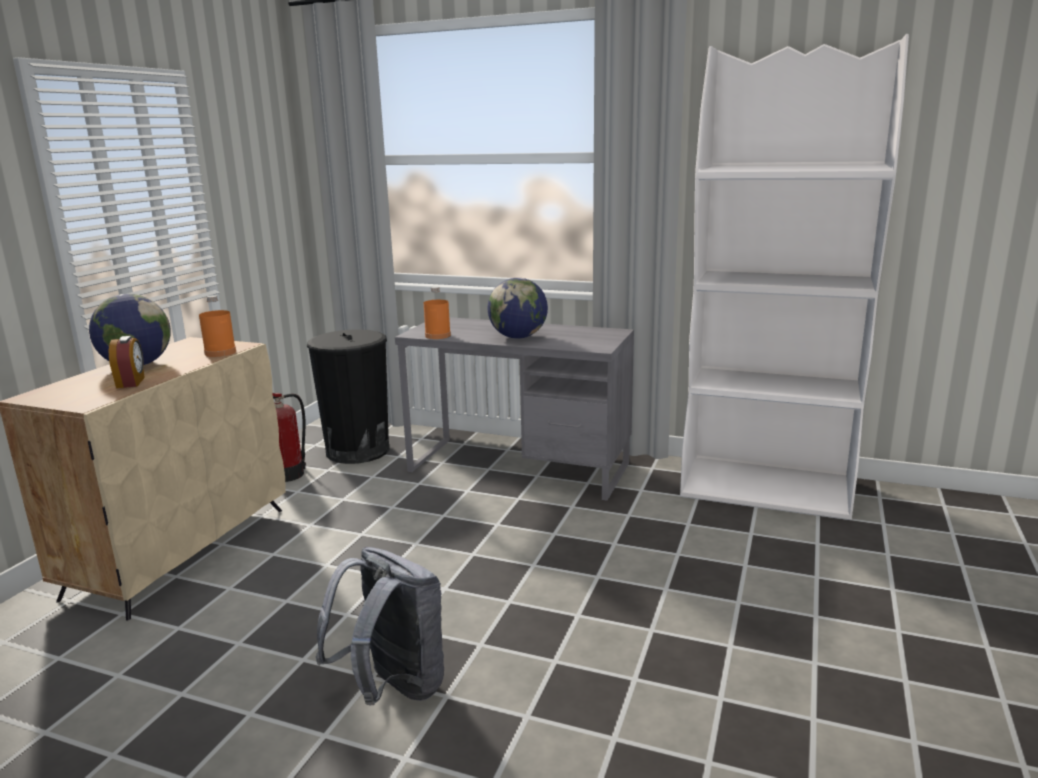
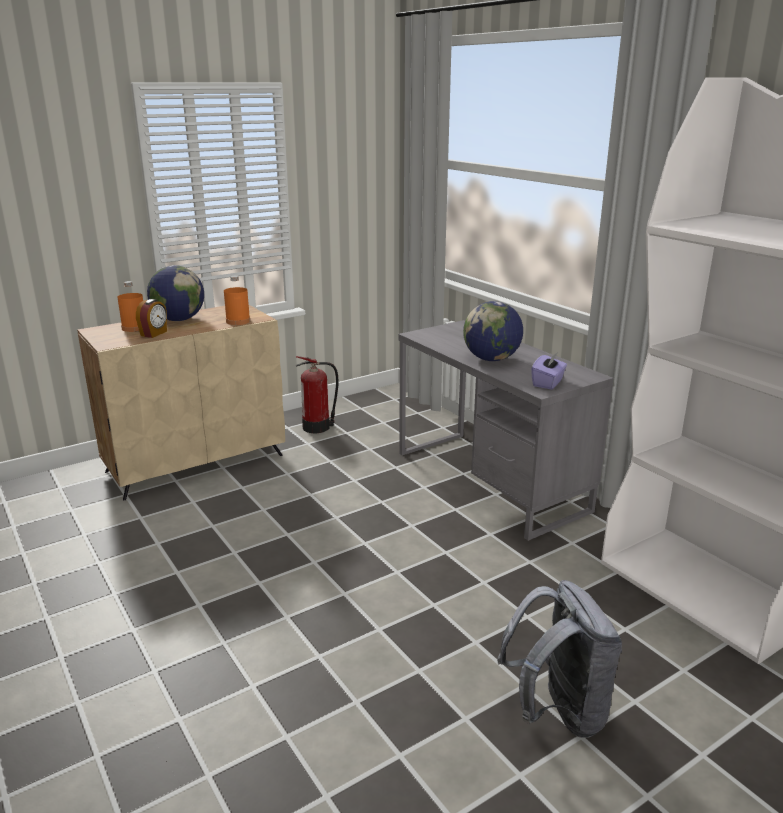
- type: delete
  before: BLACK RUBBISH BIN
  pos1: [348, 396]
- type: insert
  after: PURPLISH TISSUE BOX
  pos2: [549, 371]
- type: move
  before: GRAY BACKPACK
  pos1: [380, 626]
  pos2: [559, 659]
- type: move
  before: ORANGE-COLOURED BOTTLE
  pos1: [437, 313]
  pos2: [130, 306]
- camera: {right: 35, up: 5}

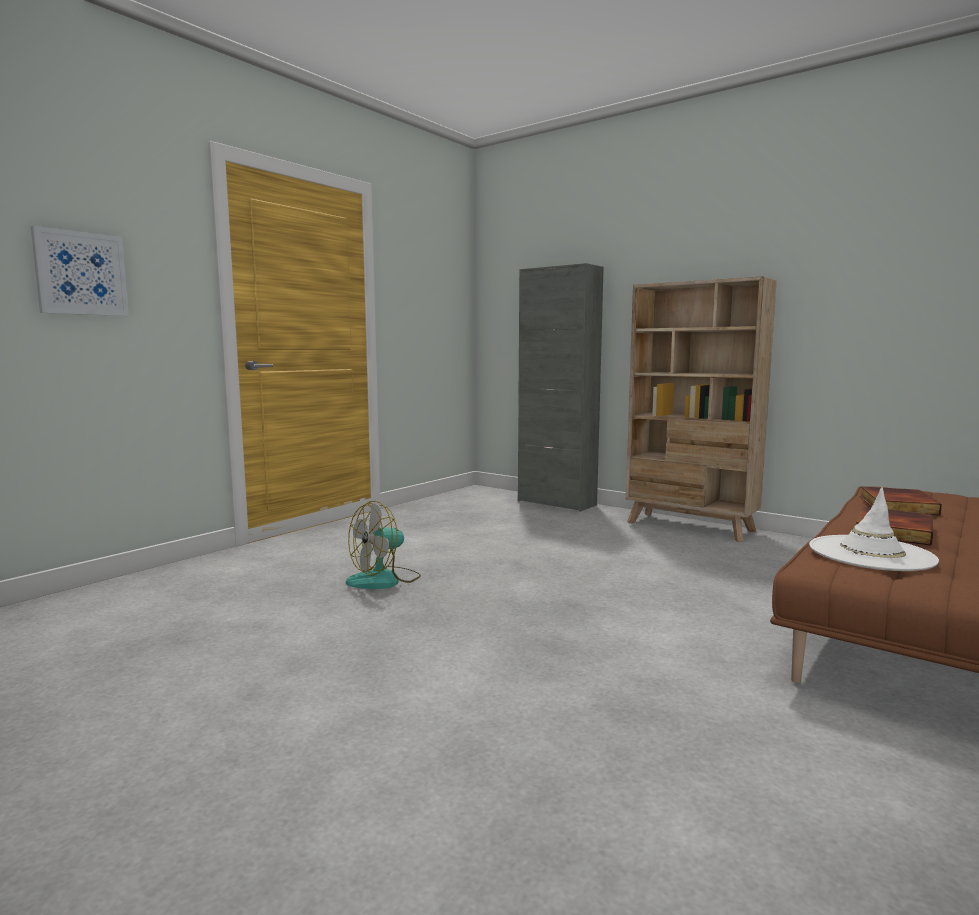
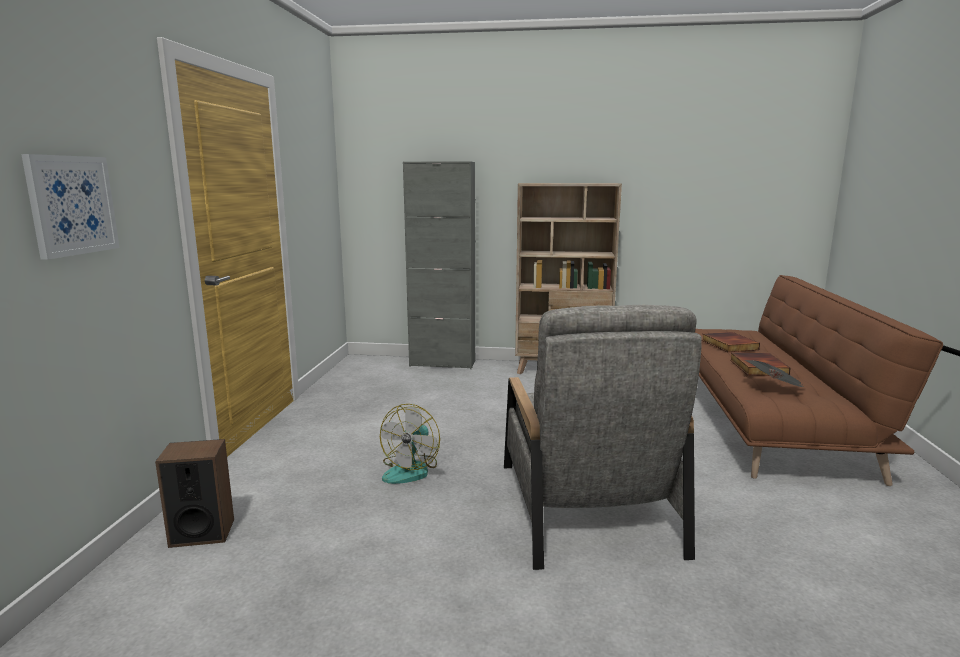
- type: insert
  after: LOUDSPEAKER
  pos2: [194, 493]
- type: insert
  after: GRAY ARMCHAIR
  pos2: [603, 437]
- type: replace
  before: WHITE-COLOURED HAT
  after: NEWSPAPER
  pos1: [874, 529]
  pos2: [774, 373]
- camera: {right: -30, up: 5}

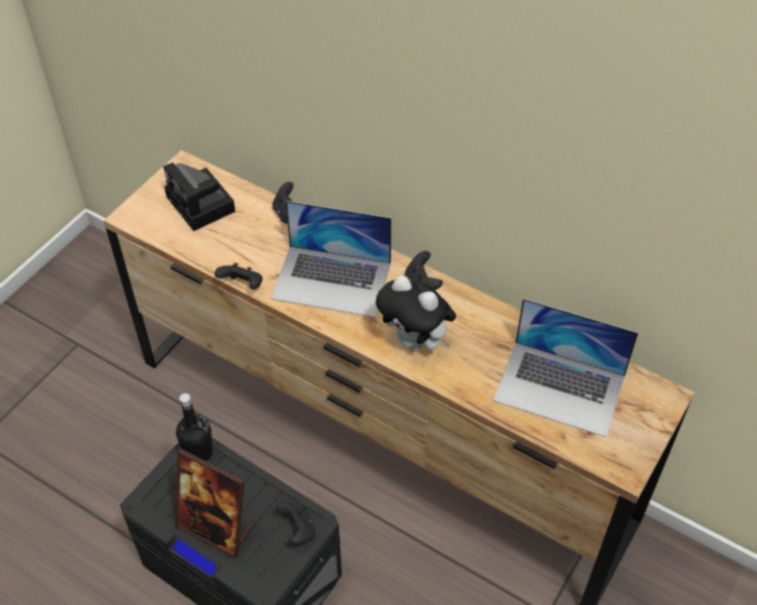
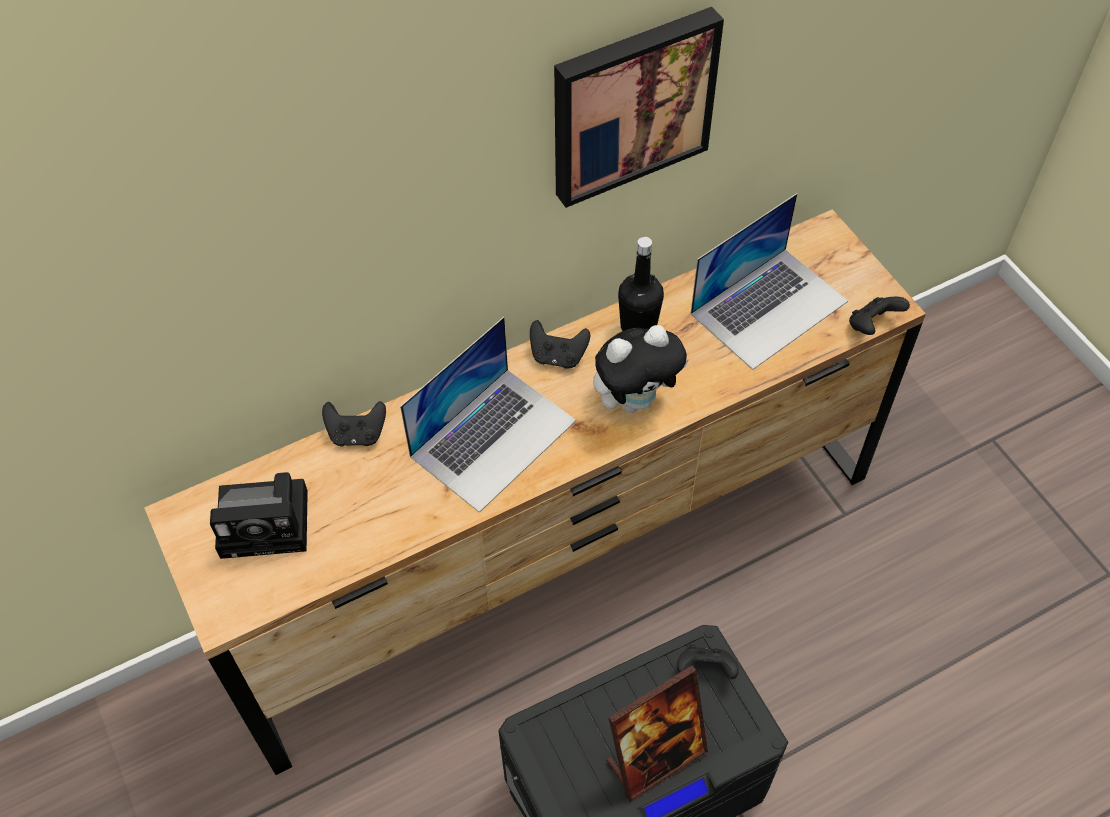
- type: insert
  after: PICTURE
  pos2: [639, 107]
- type: move
  before: BLACK BOTTLE
  pos1: [194, 427]
  pos2: [641, 284]
- type: move
  before: BLACK GAMEPAD
  pos1: [239, 276]
  pos2: [879, 316]
- camera: {right: -60, up: 5}

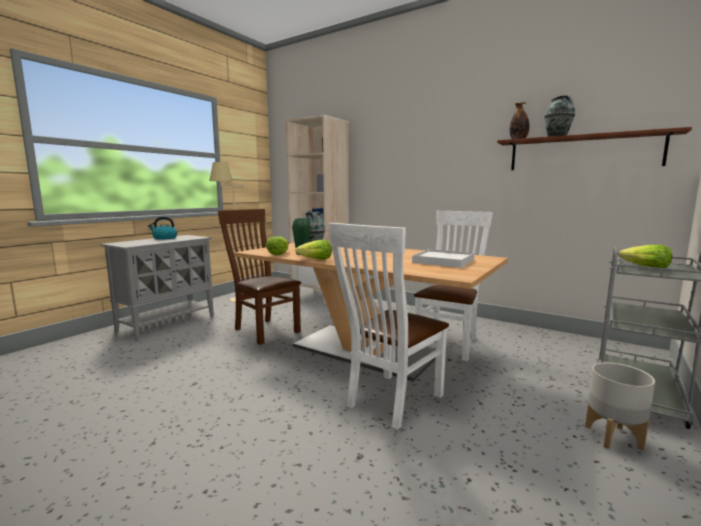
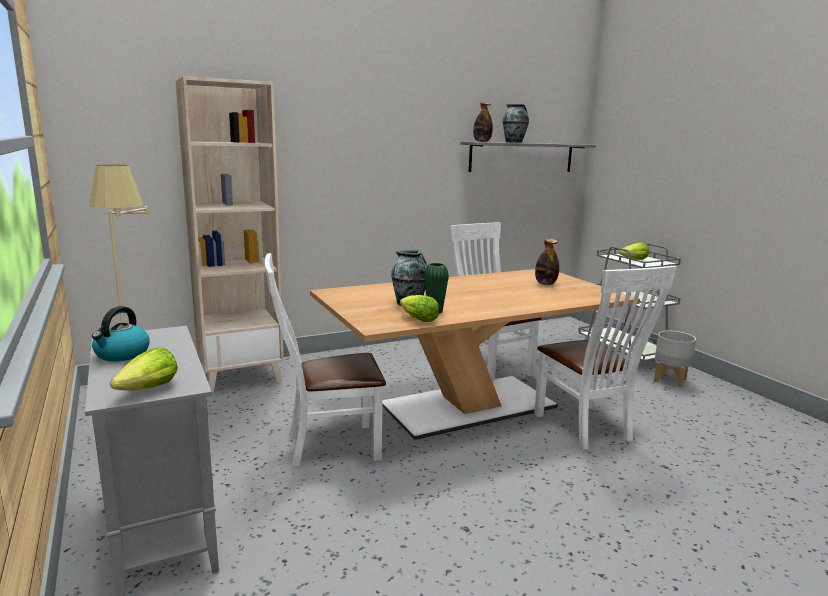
- type: move
  before: LETTUCE HEAD
  pos1: [313, 250]
  pos2: [144, 368]
- type: replace
  before: WHITE-COLOURED SERVING TRAY
  after: BOTTLE
  pos1: [443, 258]
  pos2: [547, 262]
- type: recolor
  before: BROWN UPRIGHT CHAIR
  after: WHITE-COLOURED UPRIGHT CHAIR
  pos1: [259, 277]
  pos2: [325, 360]
- type: recolor
  before: BROWN WALL SHELF
  after: GRAY WALL SHELF
  pos1: [594, 148]
  pos2: [528, 157]
- camera: {right: -60, up: 5}

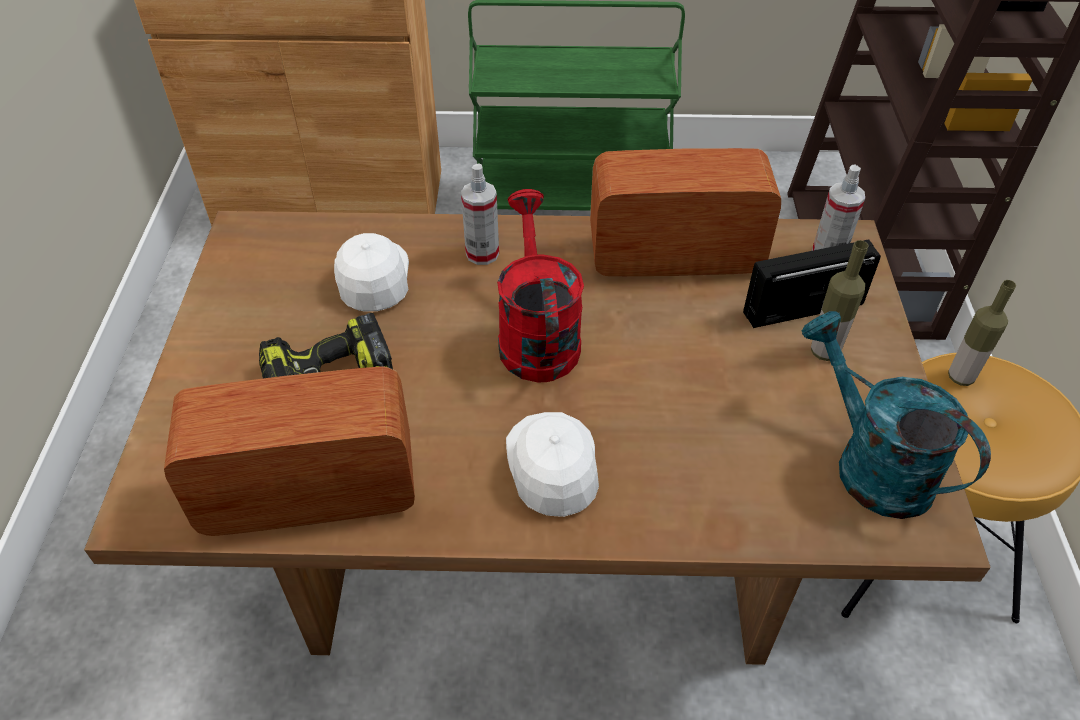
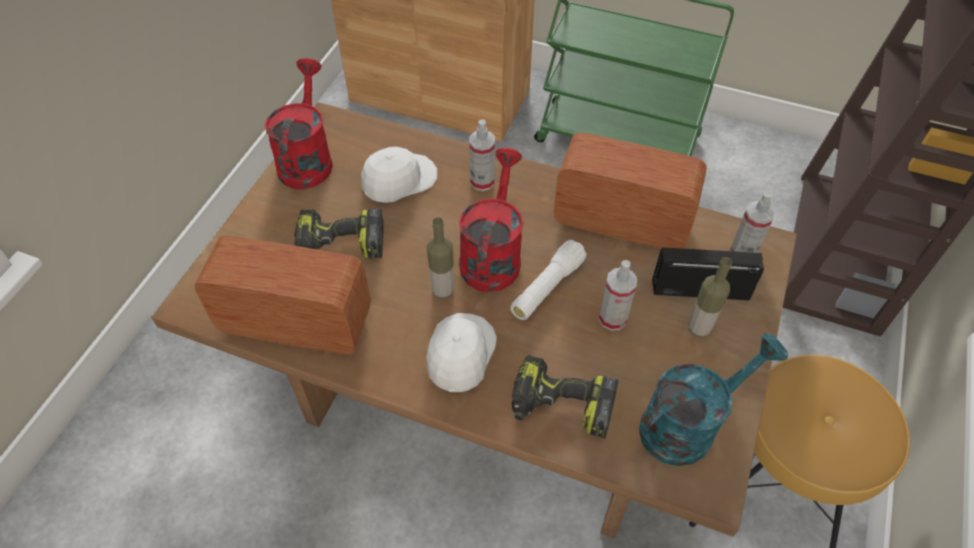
- type: insert
  after: RED-COLOURED SPRINKLING CAN
  pos2: [299, 124]
- type: insert
  after: WHITE-COLOURED TORCH
  pos2: [548, 280]
- type: insert
  after: DRILL
  pos2: [565, 397]
- type: insert
  after: HAND SPRAYER
  pos2: [618, 295]
- type: move
  before: BOTTLE
  pos1: [982, 333]
  pos2: [440, 258]
- type: rotate
  before: WHITE-COLOURED BASEBALL CAP
  pos1: [371, 272]
  pos2: [399, 174]
  turn: 45
- type: rotate
  before: TURQUOISE SPRINKLING CAN
  pos1: [896, 415]
  pos2: [713, 399]
  turn: 75
- camera: {right: 20, up: 5}

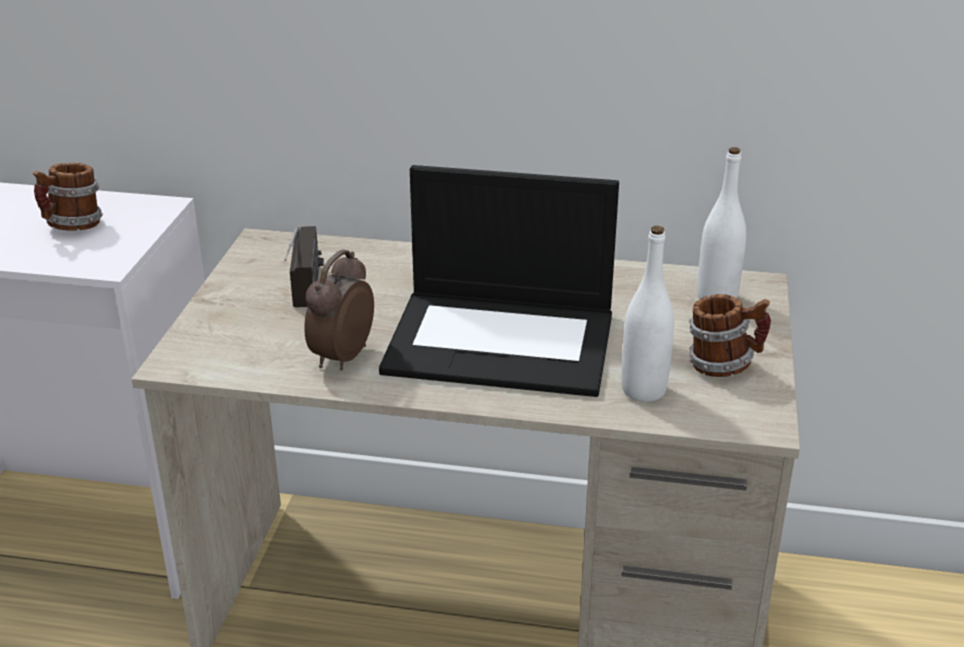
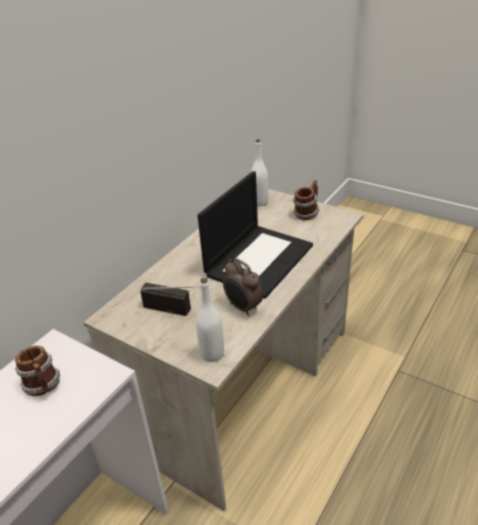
- type: move
  before: WHITE-COLOURED BOTTLE
  pos1: [647, 314]
  pos2: [210, 320]
- camera: {right: -65, up: 5}

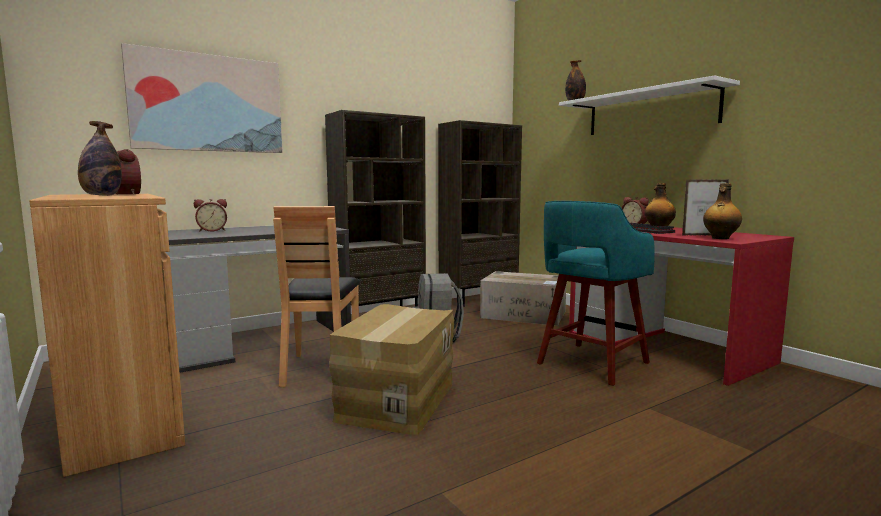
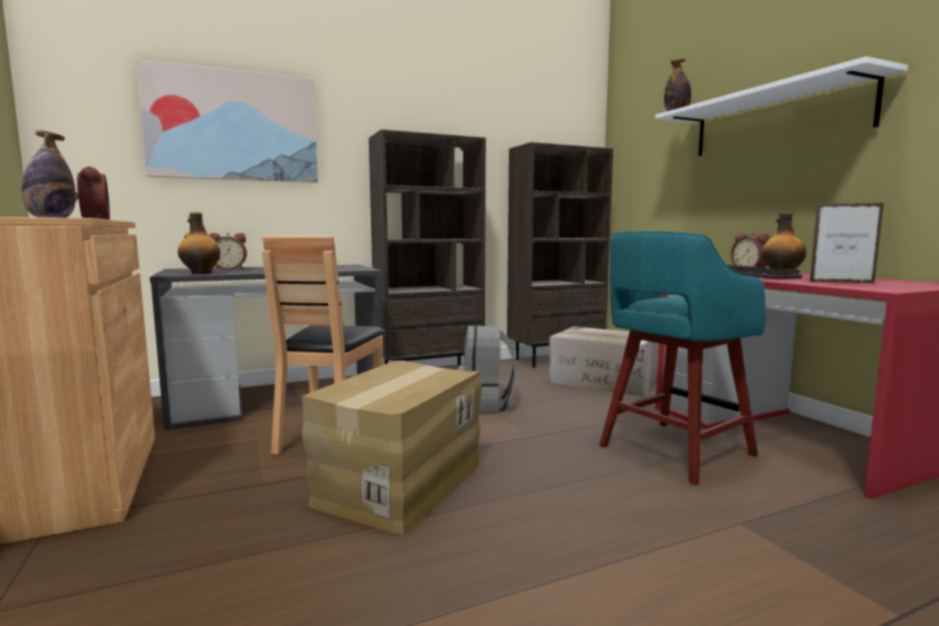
- type: move
  before: BOTTLE
  pos1: [722, 211]
  pos2: [199, 243]
- camera: {right: 10, up: 0}

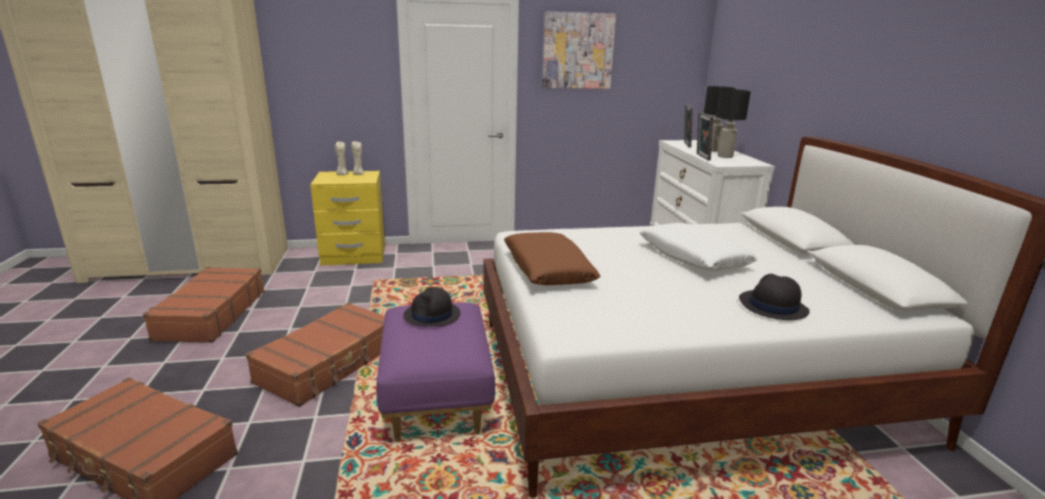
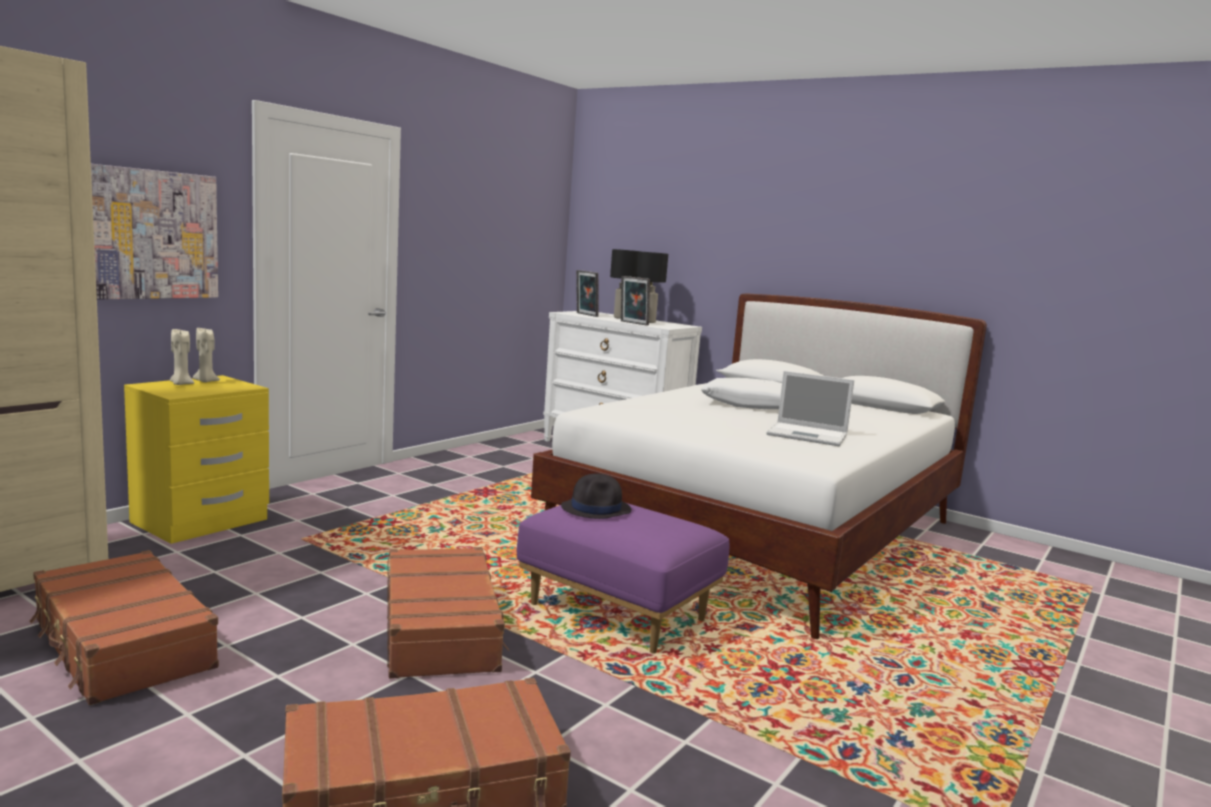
- type: delete
  before: BROWN PILLOW
  pos1: [552, 258]
- type: delete
  before: BLACK HAT
  pos1: [774, 297]
- type: insert
  after: PORTABLE COMPUTER
  pos2: [810, 408]
- type: move
  before: PICTURE
  pos1: [579, 50]
  pos2: [154, 231]
- camera: {right: -45, up: -10}

